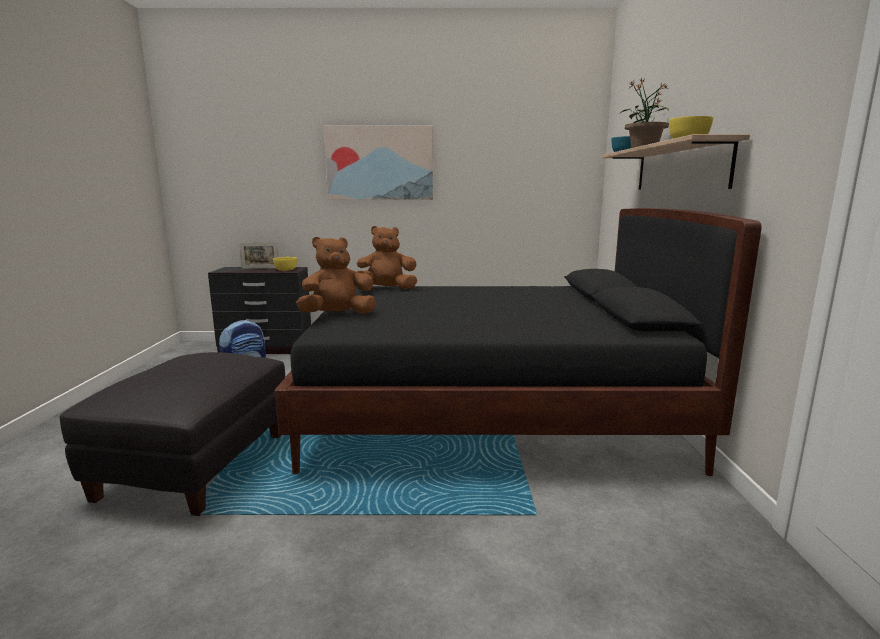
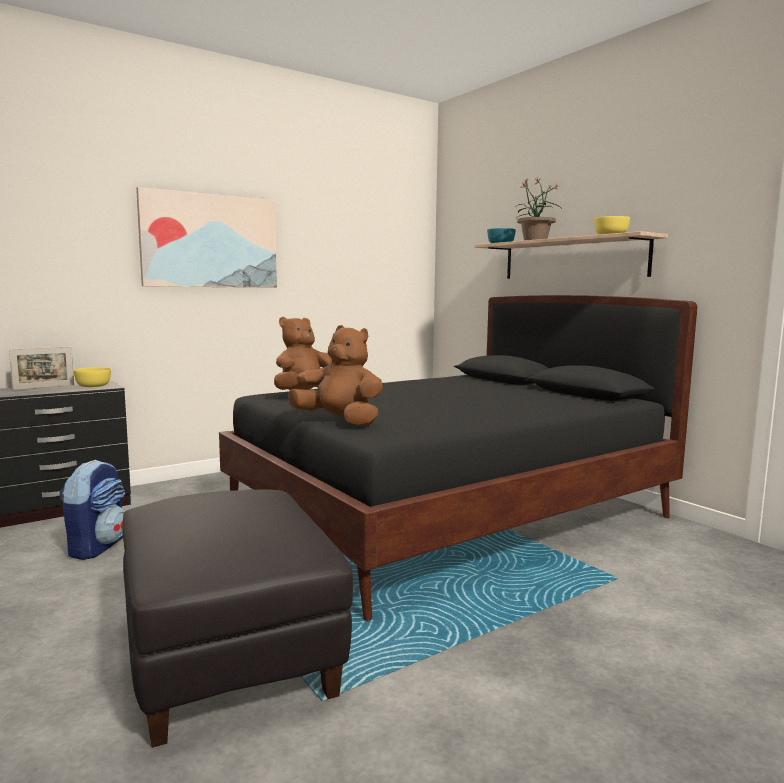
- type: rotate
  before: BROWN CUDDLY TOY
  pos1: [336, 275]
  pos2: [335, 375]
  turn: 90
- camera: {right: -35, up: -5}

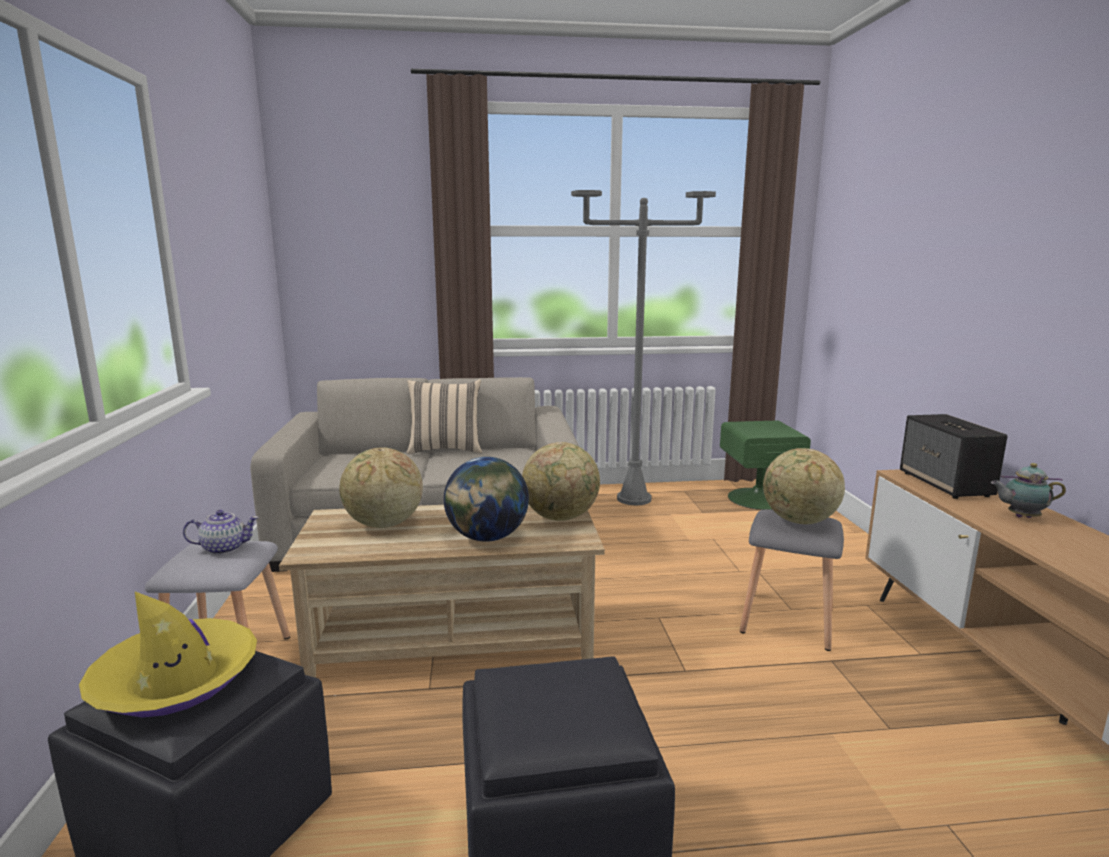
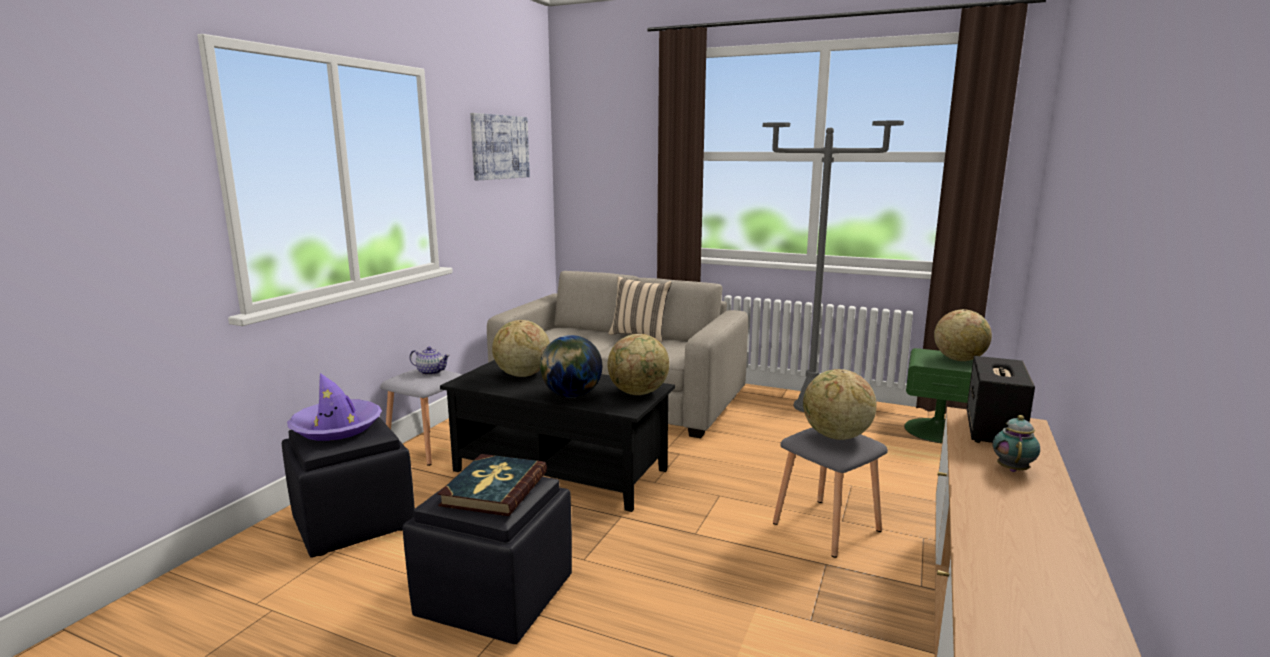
- type: insert
  after: BOOK
  pos2: [492, 485]
- type: insert
  after: PICTURE
  pos2: [500, 146]
- type: insert
  after: DESK GLOBE
  pos2: [963, 335]
- type: recolor
  before: YELLOWISH HAT
  after: PURPLISH HAT
  pos1: [168, 654]
  pos2: [334, 407]
- type: recolor
  before: SAND-COLOURED COFFEE TABLE
  after: BLACK COFFEE TABLE
  pos1: [442, 591]
  pos2: [557, 436]
- type: rotate
  before: TEA POT
  pos1: [1028, 490]
  pos2: [1016, 443]
  turn: 75
- camera: {right: 30, up: 0}

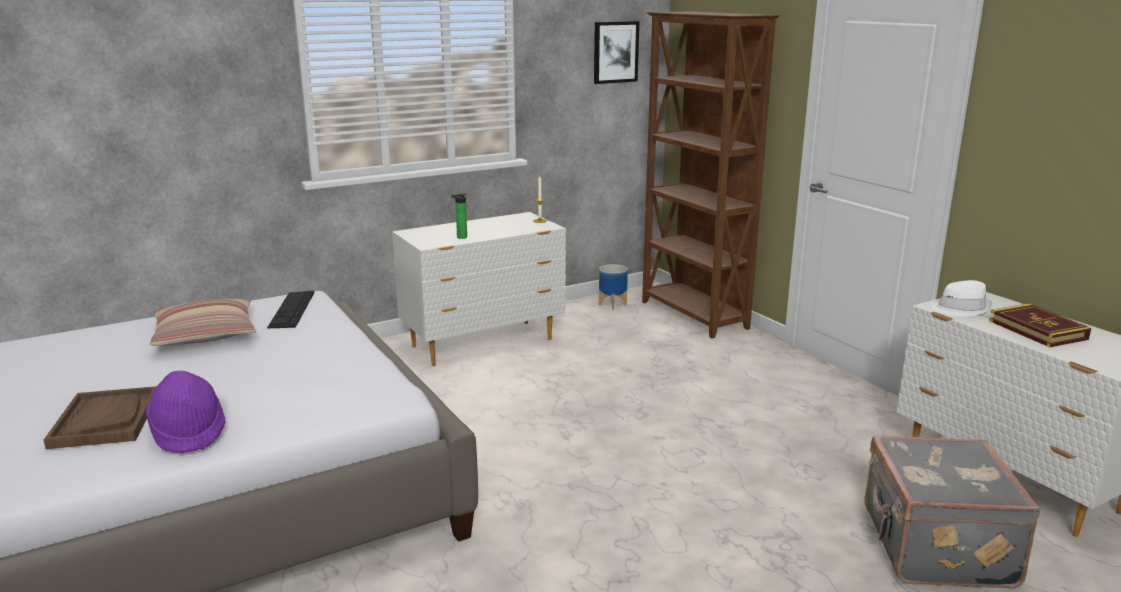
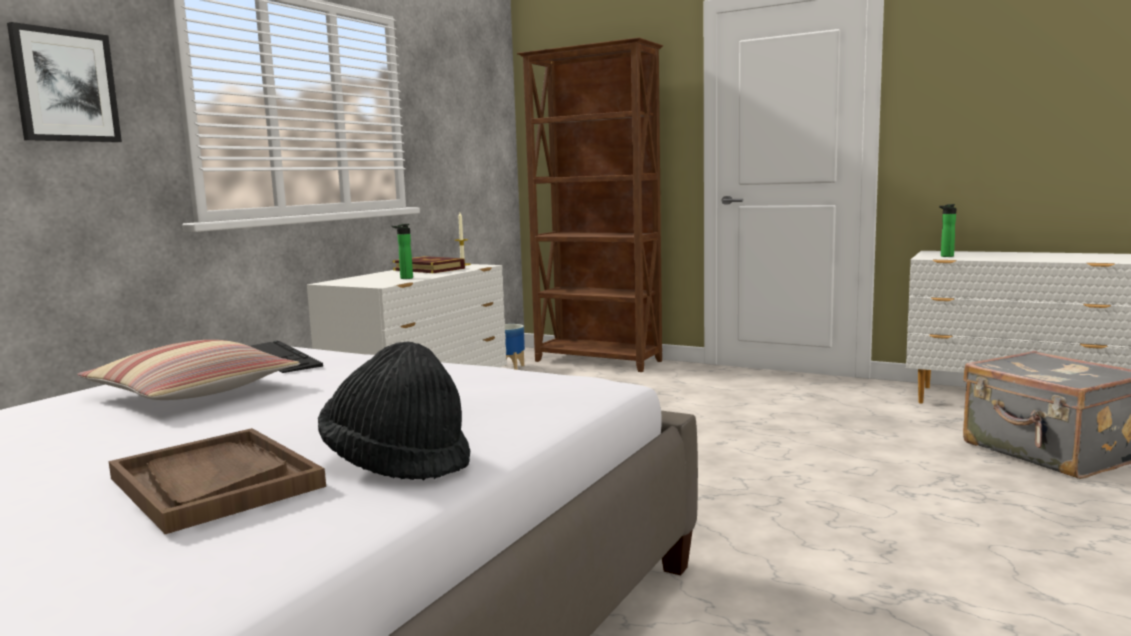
- type: move
  before: PICTURE
  pos1: [616, 52]
  pos2: [64, 82]
- type: move
  before: BOOK
  pos1: [1040, 325]
  pos2: [429, 264]
- type: replace
  before: WHITE-COLOURED HAT
  after: BOTTLE
  pos1: [961, 298]
  pos2: [947, 230]
- type: recolor
  before: PURPLISH HAT
  after: BLACK HAT
  pos1: [186, 412]
  pos2: [394, 410]
- camera: {right: -30, up: -10}

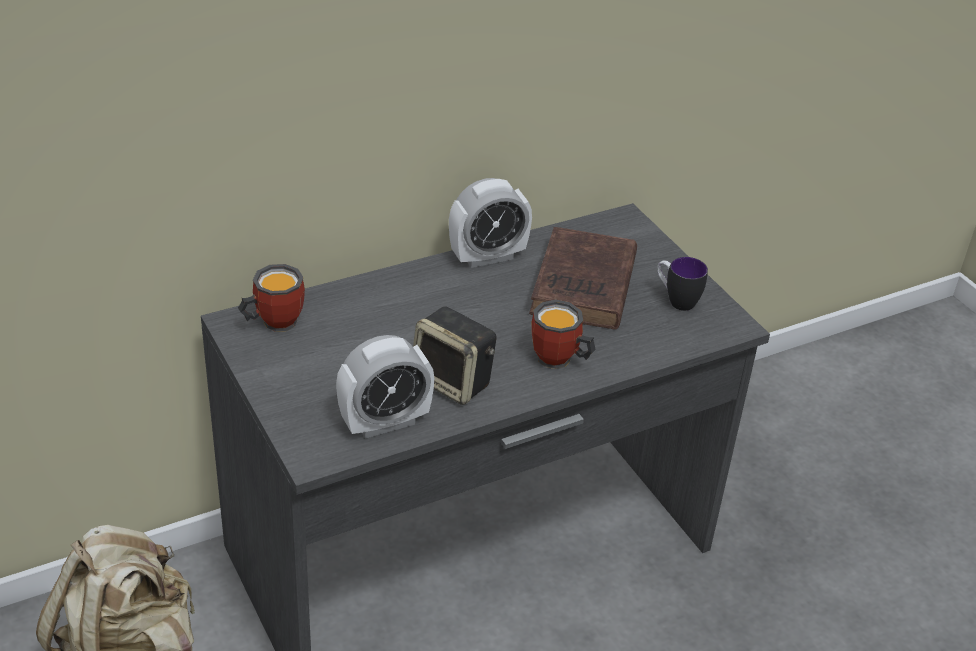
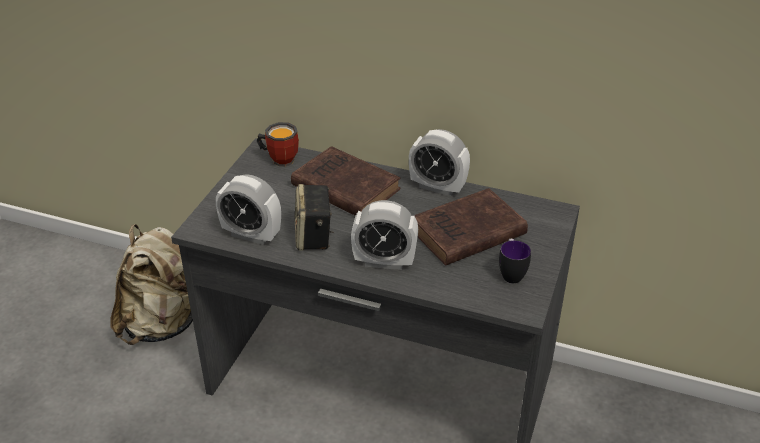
- type: insert
  after: BROWN BOOK
  pos2: [346, 181]
- type: replace
  before: TEA MUG
  after: ALARM CLOCK
  pos1: [564, 334]
  pos2: [384, 235]
- camera: {right: 50, up: 0}

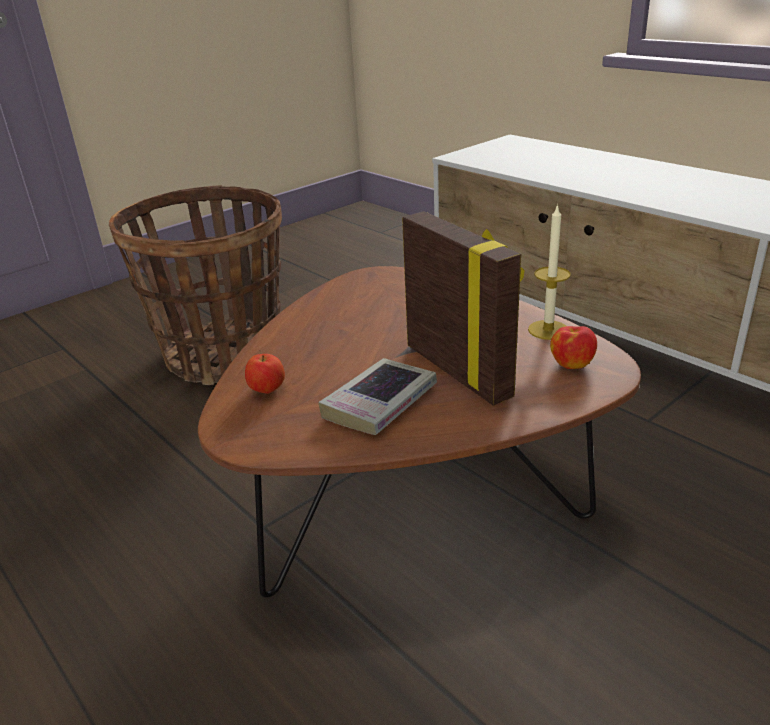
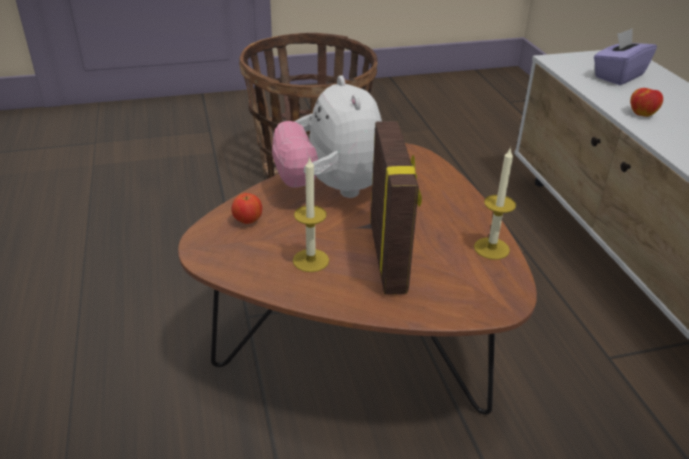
- type: insert
  after: CUDDLY TOY
  pos2: [327, 136]
- type: insert
  after: PURPLISH TISSUE BOX
  pos2: [625, 56]
- type: move
  before: APPLE
  pos1: [573, 347]
  pos2: [646, 102]
- type: replace
  before: BOOK
  after: WAX LIGHT
  pos1: [377, 396]
  pos2: [311, 214]
- camera: {right: 25, up: 5}

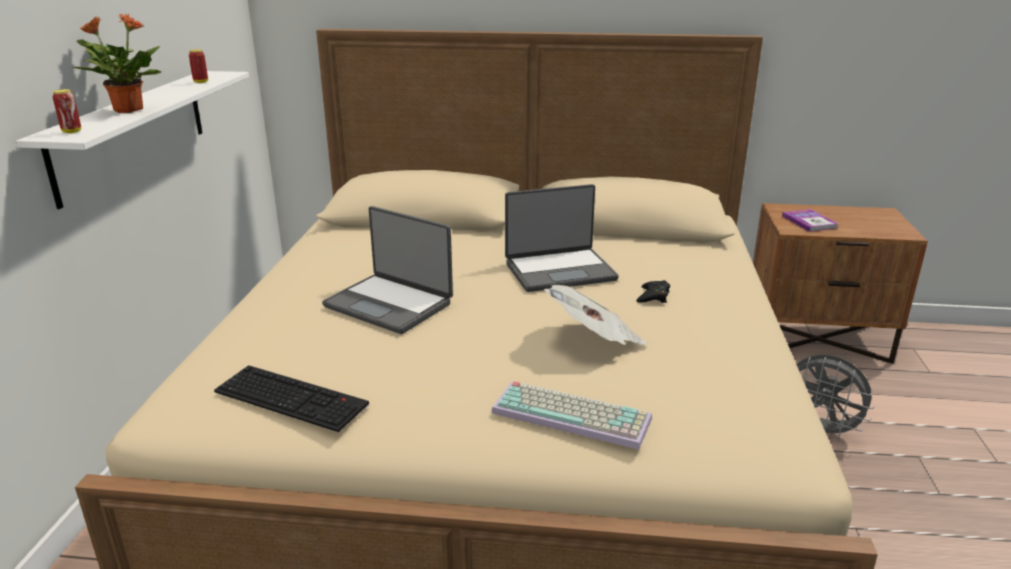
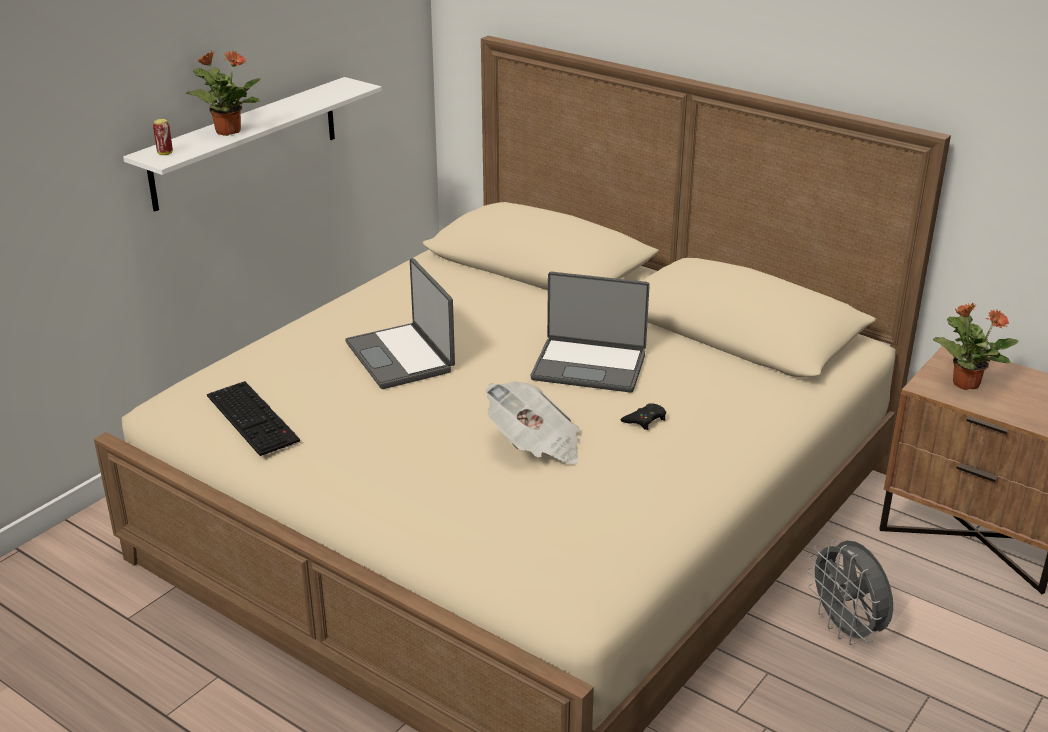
- type: delete
  before: METAL CAN
  pos1: [198, 66]
- type: delete
  before: COMPUTER KEYBOARD
  pos1: [571, 415]
- type: replace
  before: BOOK
  after: POTTED PLANT
  pos1: [810, 220]
  pos2: [976, 346]
- camera: {right: 30, up: 5}

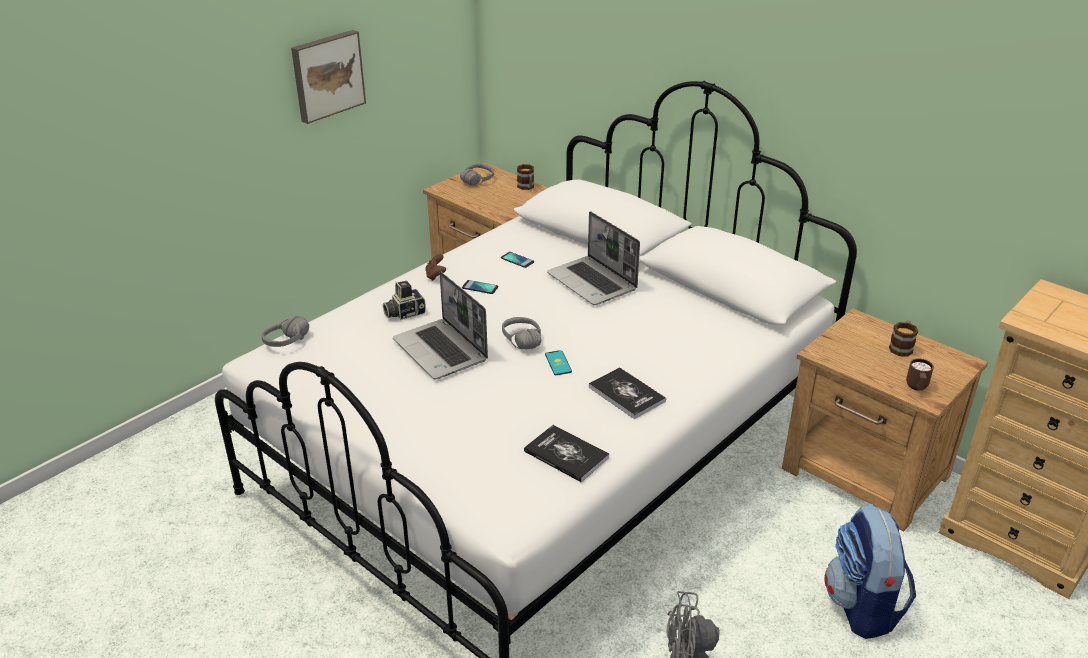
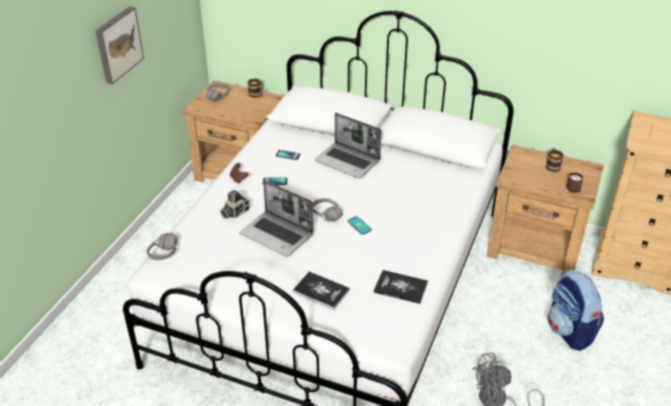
- type: move
  before: BOOK
  pos1: [627, 393]
  pos2: [321, 291]
- camera: {right: -20, up: 5}

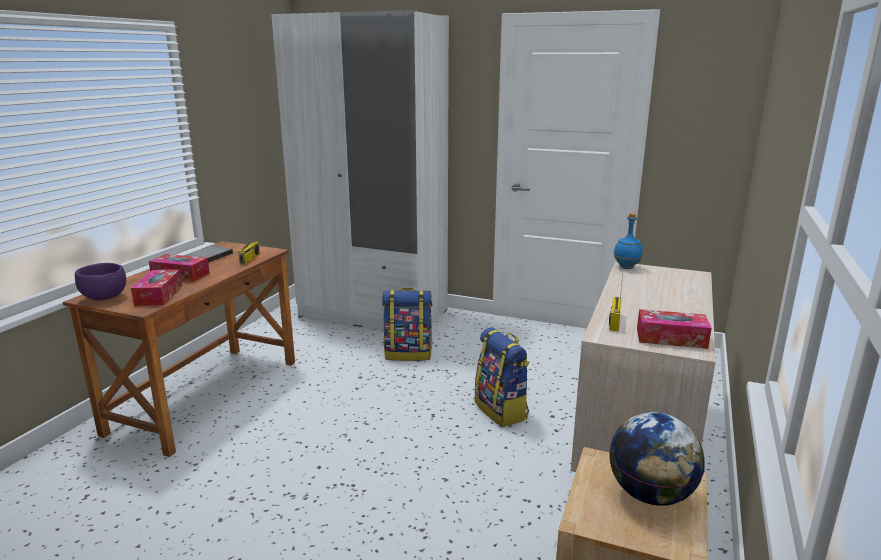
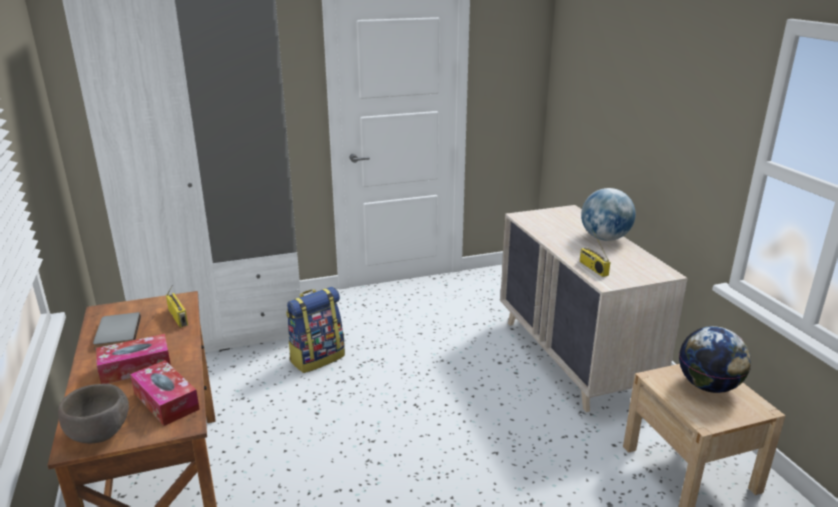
- type: delete
  before: BACKPACK
  pos1: [502, 377]
- type: delete
  before: BLUISH BOTTLE
  pos1: [628, 241]
- type: delete
  before: TISSUE BOX
  pos1: [674, 329]
- type: insert
  after: DESK GLOBE
  pos2: [608, 214]
- type: recolor
  before: PURPLISH DEEP DISH
  after: BROWN DEEP DISH
  pos1: [100, 282]
  pos2: [93, 413]
- camera: {right: -40, up: 5}

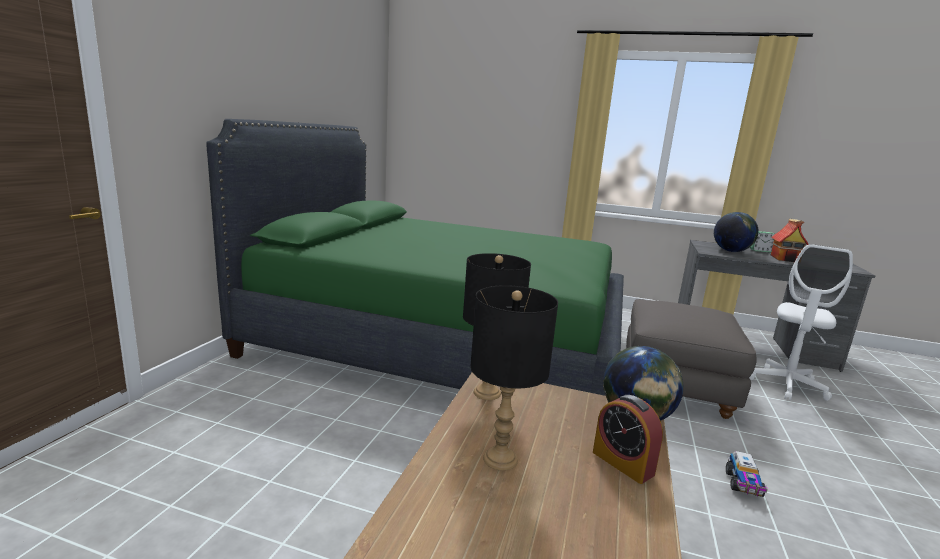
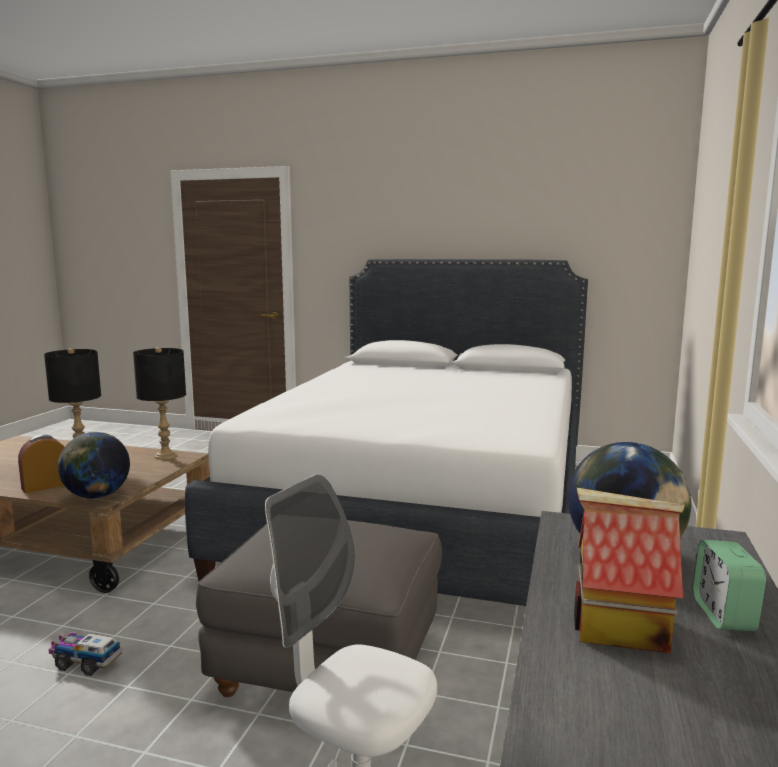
- type: recolor
  before: GREENISH BEDROOM BED
  after: WHITE-COLOURED BEDROOM BED
  pos1: [415, 257]
  pos2: [386, 432]
- camera: {right: 90, up: -5}

